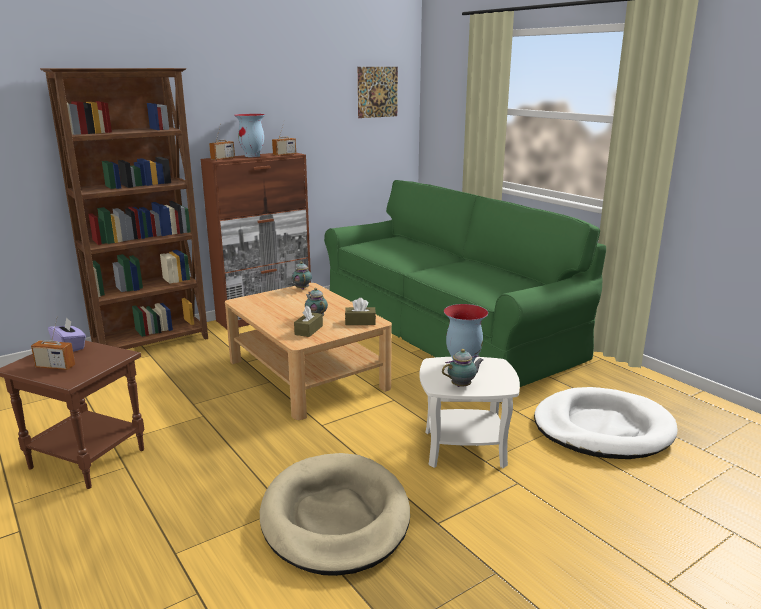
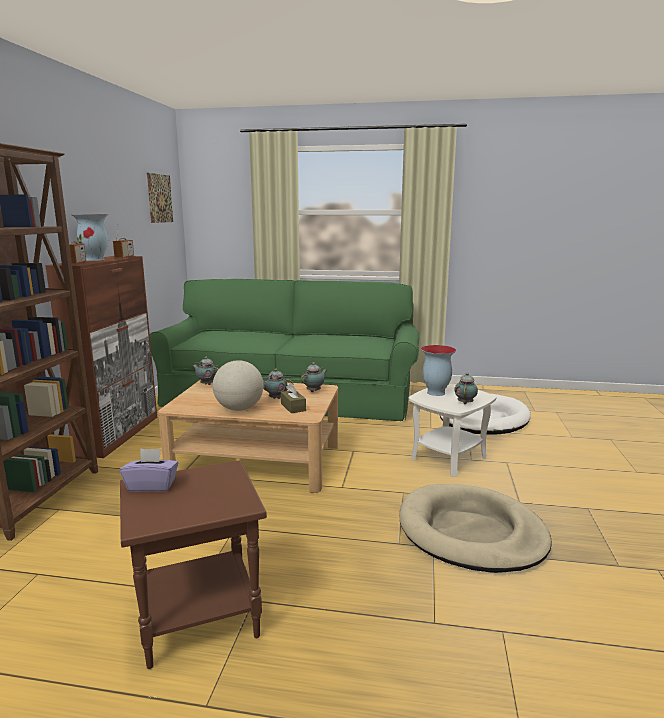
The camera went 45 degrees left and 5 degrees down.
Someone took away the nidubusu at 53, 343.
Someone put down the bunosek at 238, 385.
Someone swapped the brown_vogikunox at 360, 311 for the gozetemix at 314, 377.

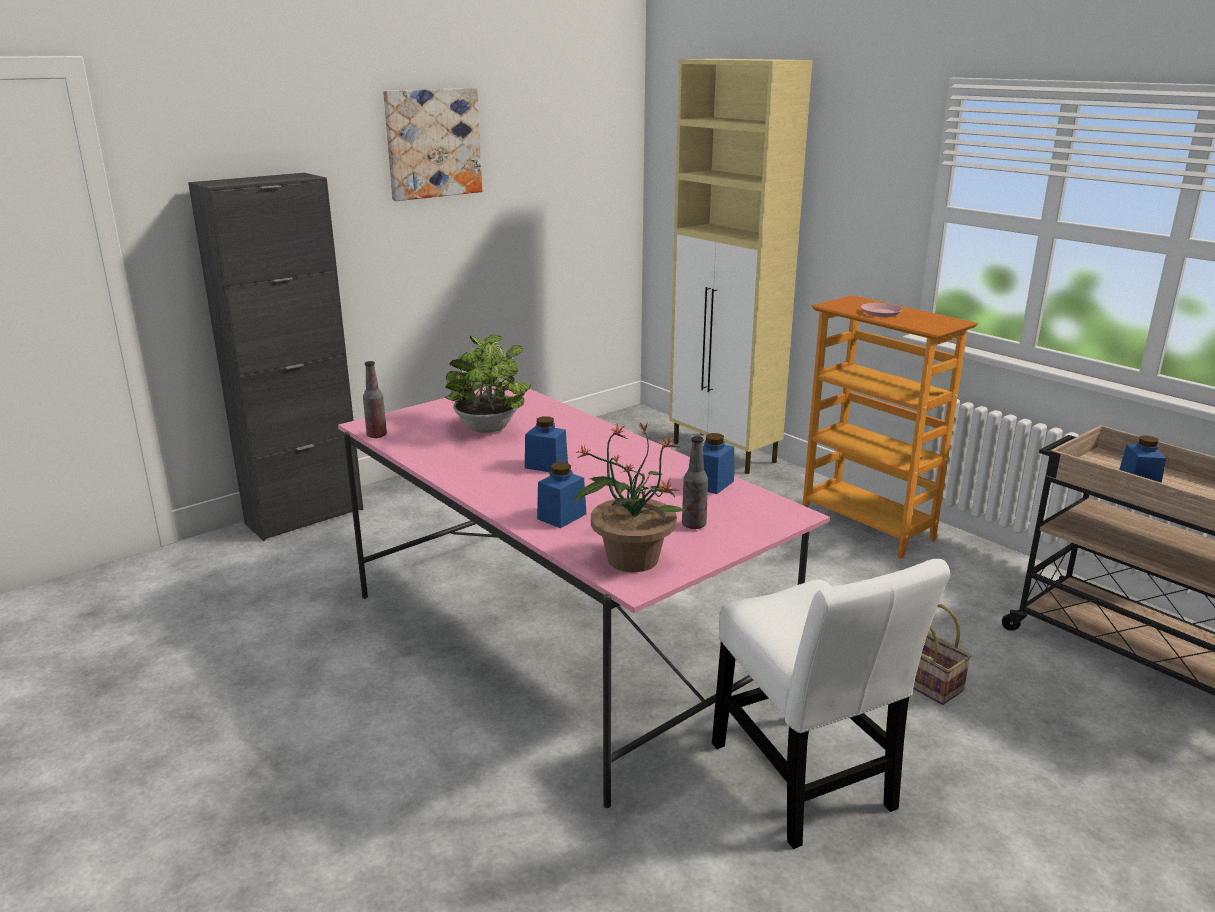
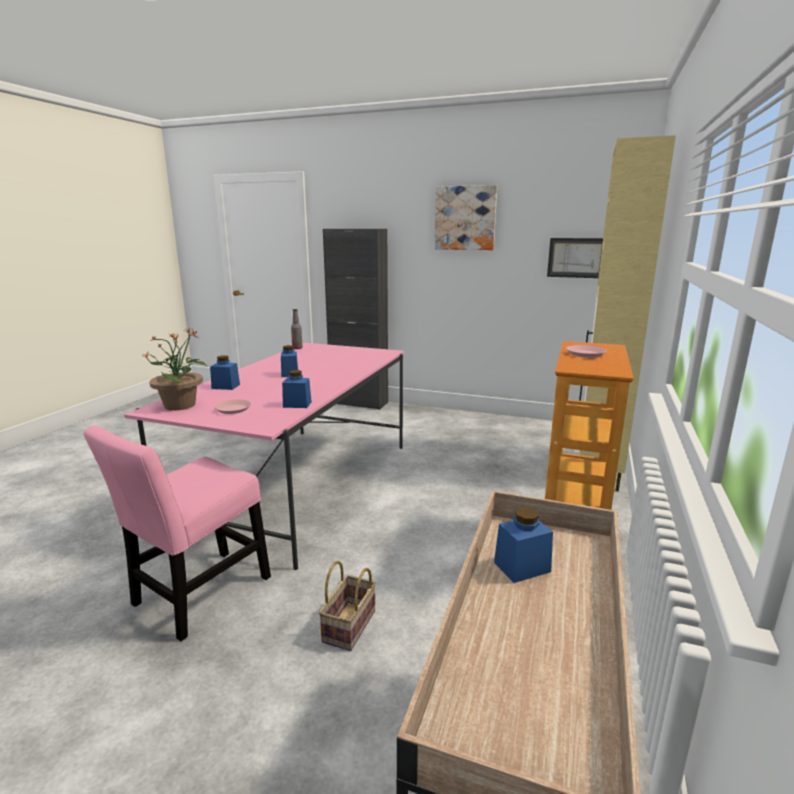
The camera went 60 degrees right and 5 degrees down.
Someone took away the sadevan at 488, 384.
Someone put up the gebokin at 575, 258.
Someone swapped the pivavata at 695, 482 for the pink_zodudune at 232, 406.
Someone repainted the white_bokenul at 831, 704, which became the pink_bokenul at 177, 533.

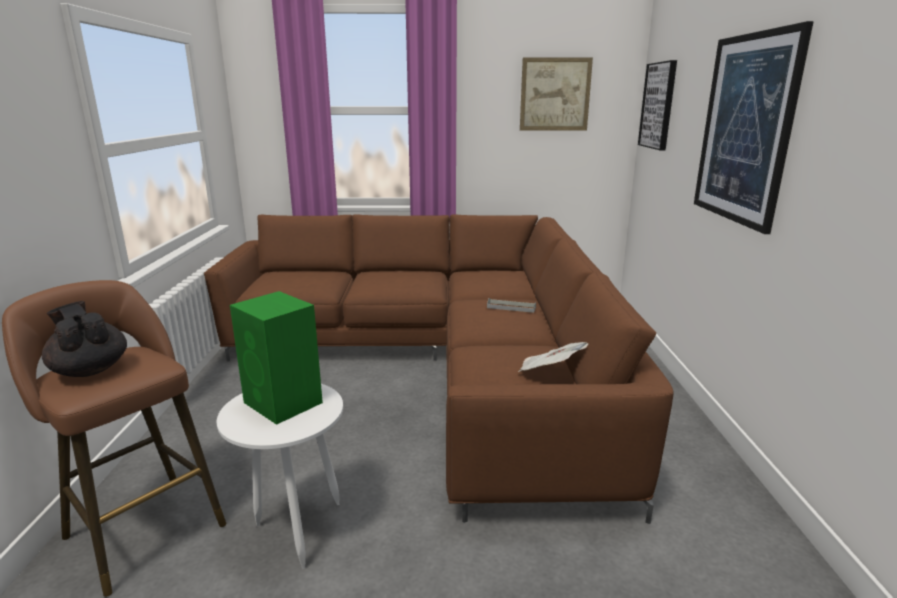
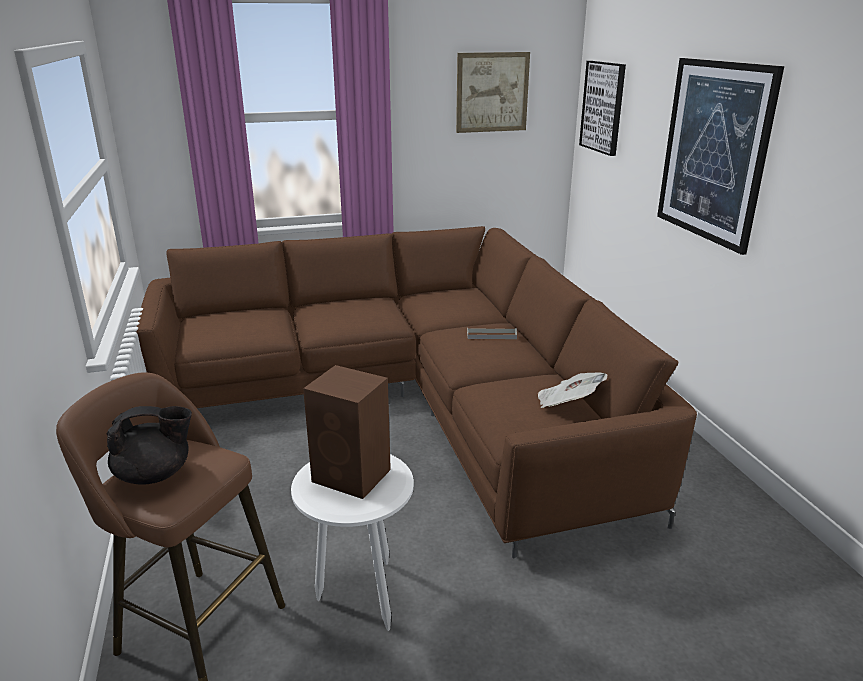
The camera went 15 degrees left and 5 degrees up.
Someone repainted the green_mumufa at 276, 358, which became the brown_mumufa at 347, 432.
Someone rotated the black_gozetemix at 84, 339 by 135 degrees clockwise.

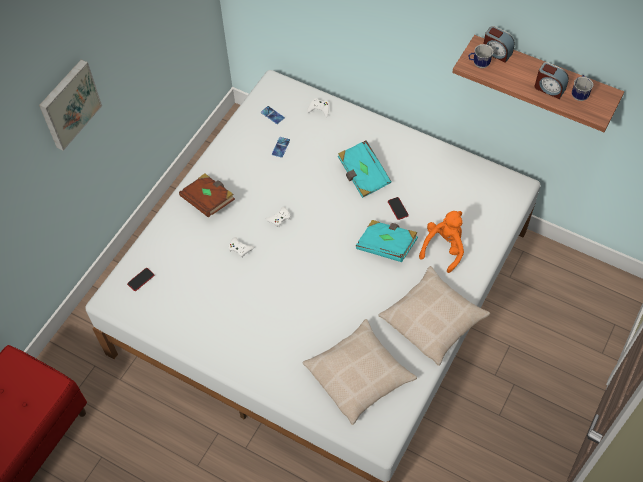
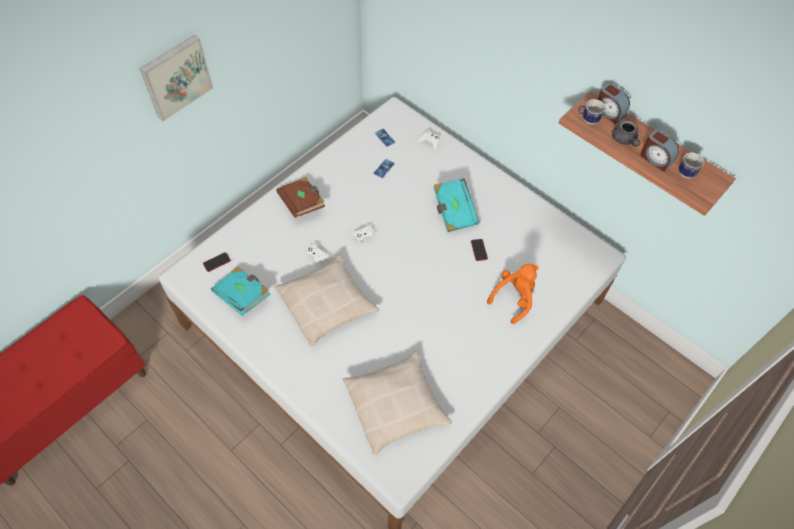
The camera went 10 degrees right and 0 degrees up.
Someone put down the grey_gozetemix at 626, 134.
Someone carried the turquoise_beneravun from 387, 241 to 241, 291.
Someone carried the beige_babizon from 434, 316 to 326, 300.

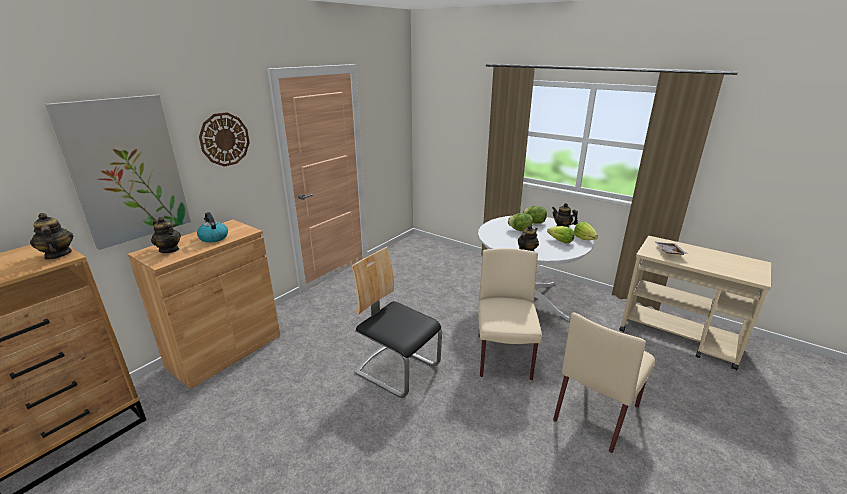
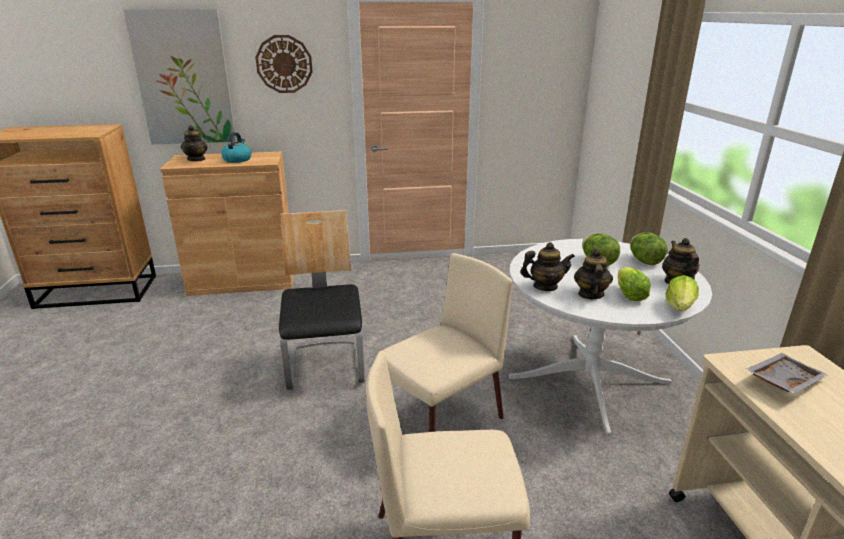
The camera went 45 degrees right and 0 degrees up.
Someone carried the gozetemix from 51, 236 to 593, 274.

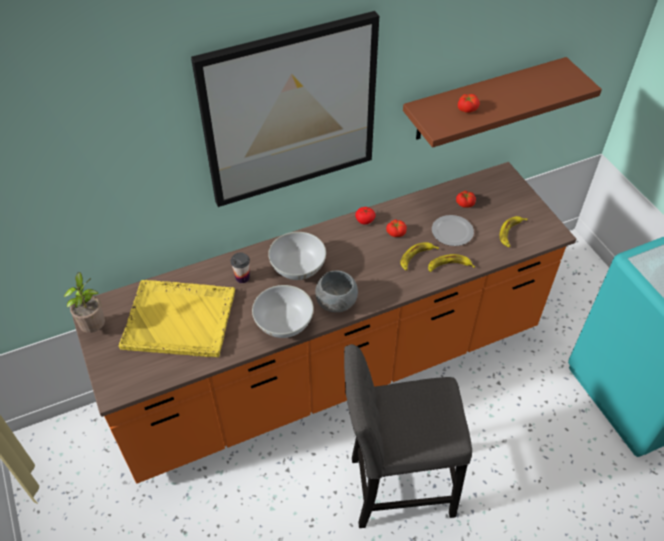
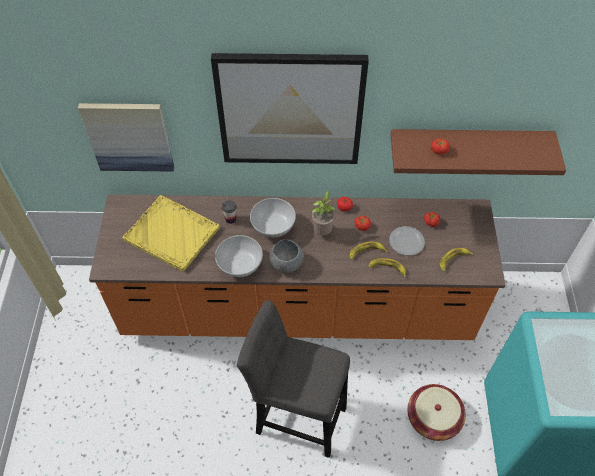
The camera went 25 degrees right and 5 degrees up.
Someone put up the gebokin at 126, 137.
Someone put down the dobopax at 437, 412.
Someone carried the sadevan from 84, 302 to 324, 213.

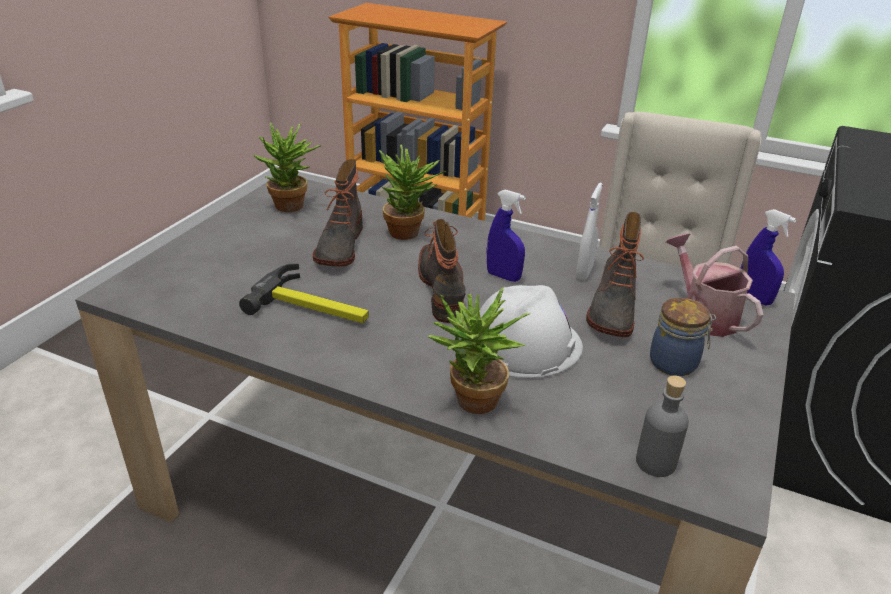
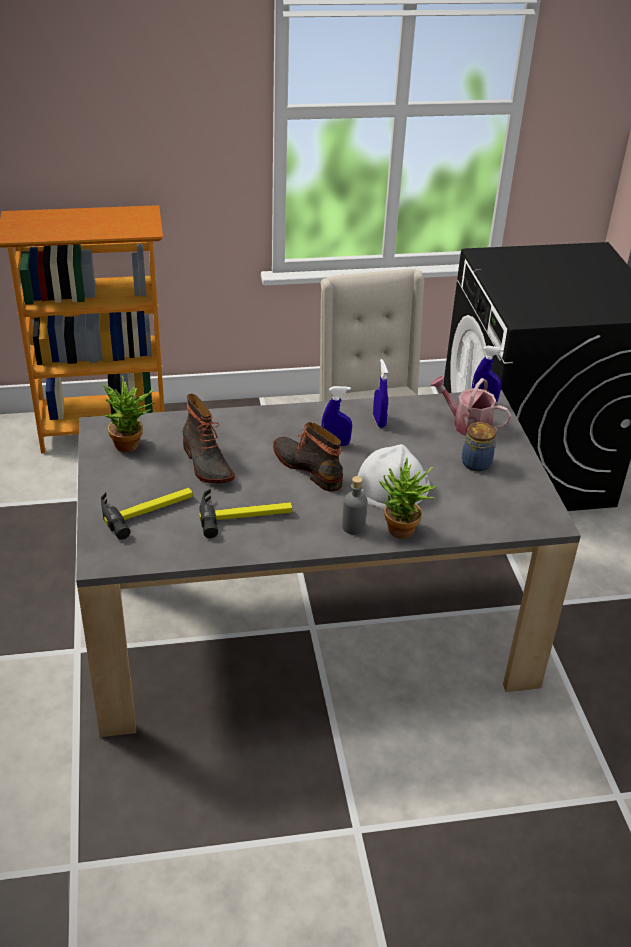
The camera went 35 degrees left and 5 degrees up.
Someone took away the sadevan at 412, 192.
Someone took away the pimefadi at 615, 274.
Someone put down the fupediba at 147, 514.
Someone carried the grey_pivavata from 662, 426 to 354, 505.
Someone repainted the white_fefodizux at 589, 231, which became the blue_fefodizux at 380, 393.

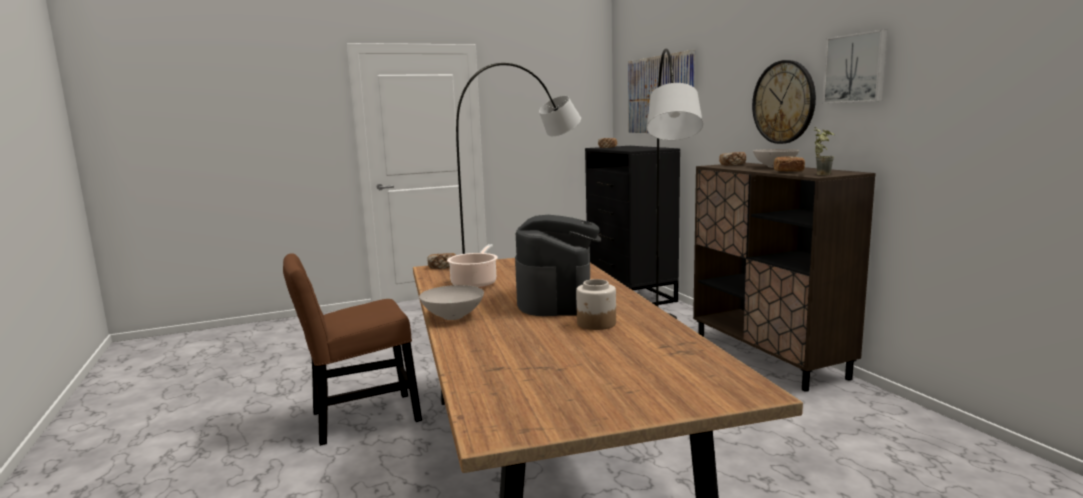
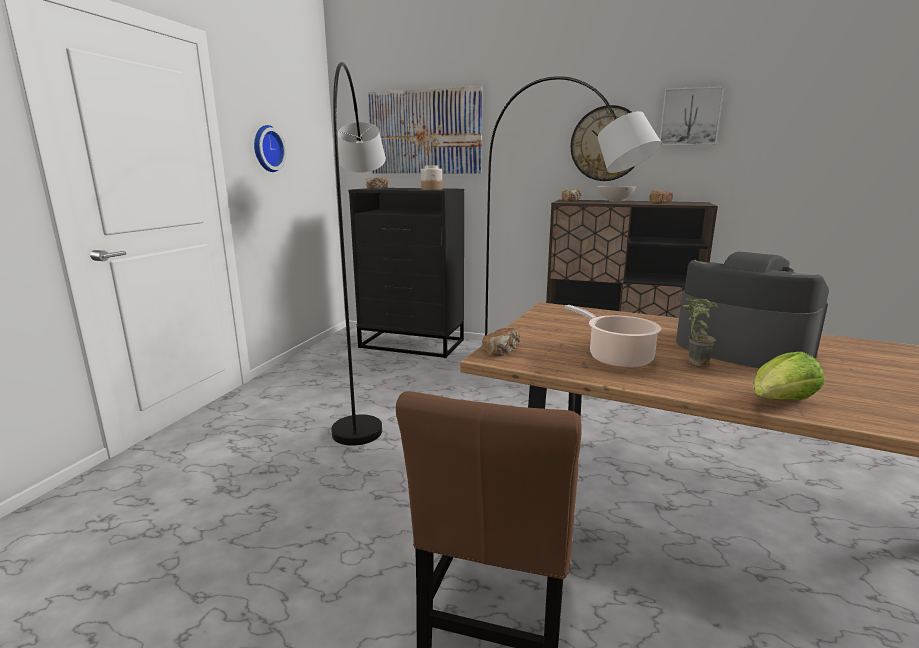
The camera went 50 degrees left and 5 degrees up.
Someone put up the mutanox at 270, 148.
Someone carried the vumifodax from 596, 304 to 431, 178.
Someone carried the sadevan from 823, 151 to 701, 332.
Someone swapped the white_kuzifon at 451, 302 for the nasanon at 788, 376.

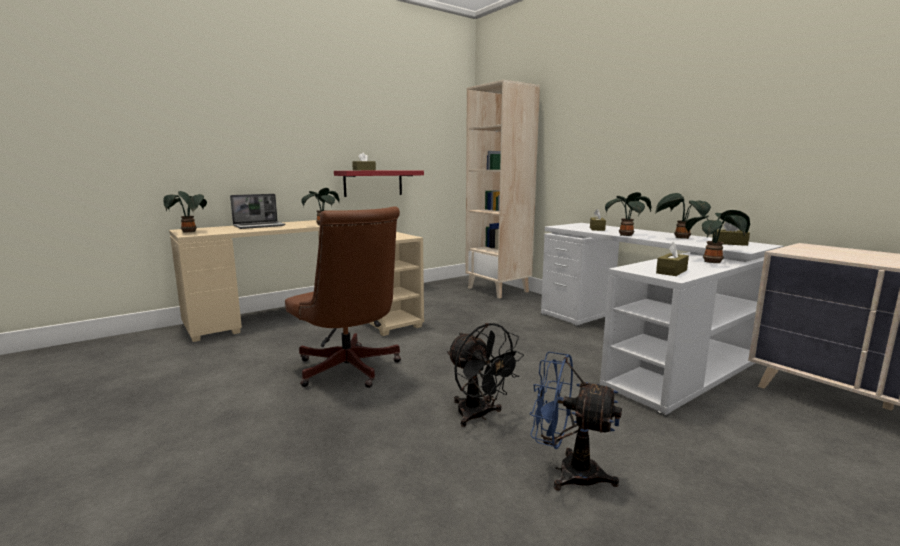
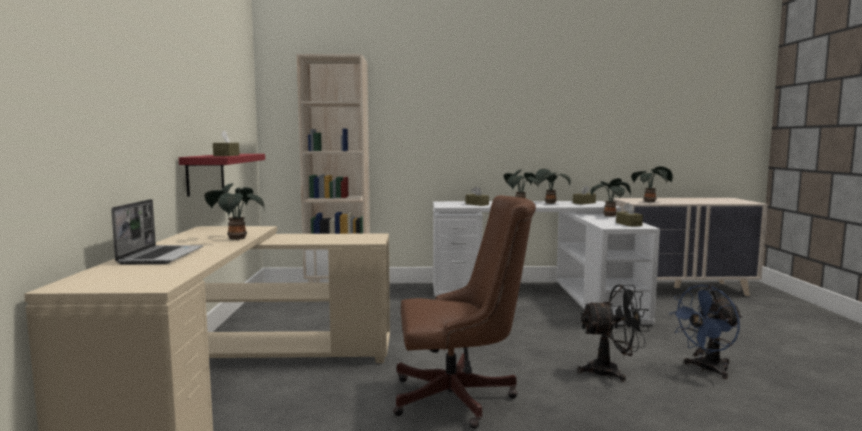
The camera went 55 degrees left and 5 degrees down.
Someone carried the sadevan from 185, 211 to 652, 184.

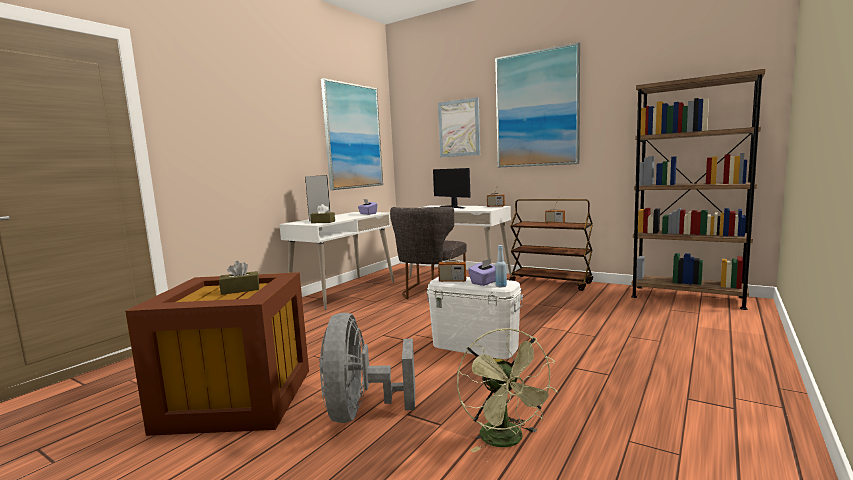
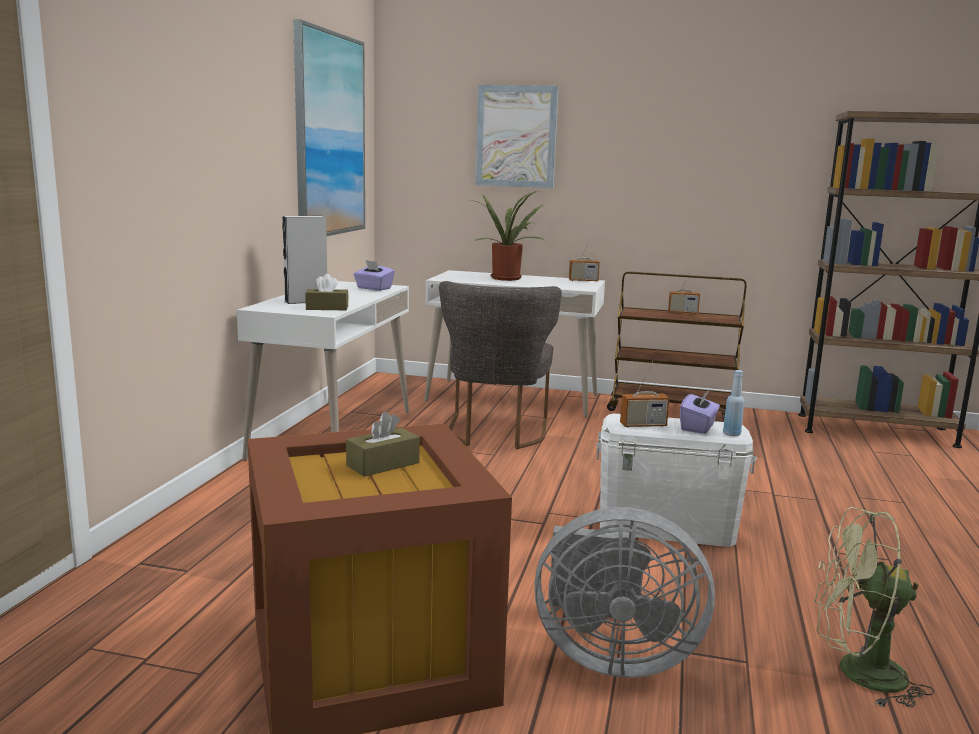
The camera went 20 degrees left and 5 degrees up.
Someone took away the gebokin at 537, 104.
Someone swapped the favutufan at 452, 188 for the sadevan at 507, 236.
Someone rotated the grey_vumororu at 367, 368 by 60 degrees counterclockwise.
Someone rotated the green_vumororu at 507, 390 by 135 degrees clockwise.

